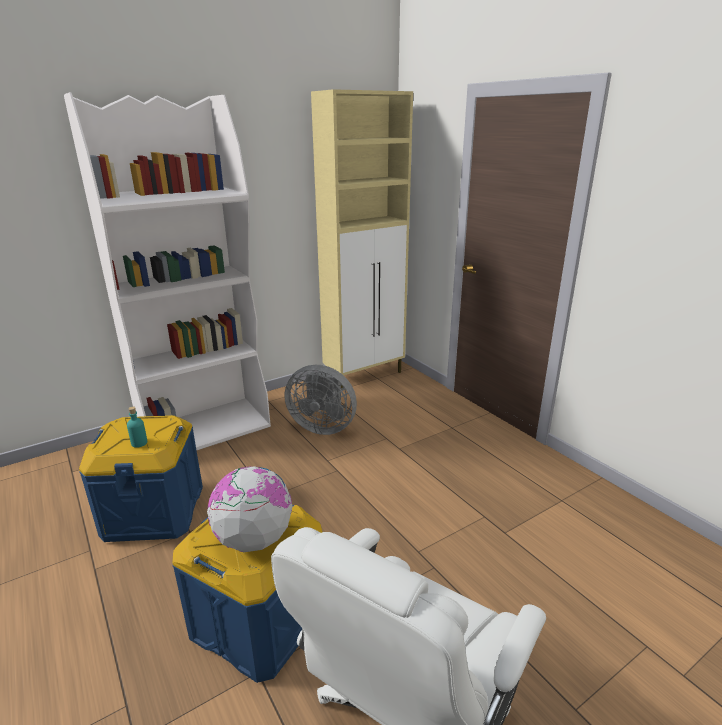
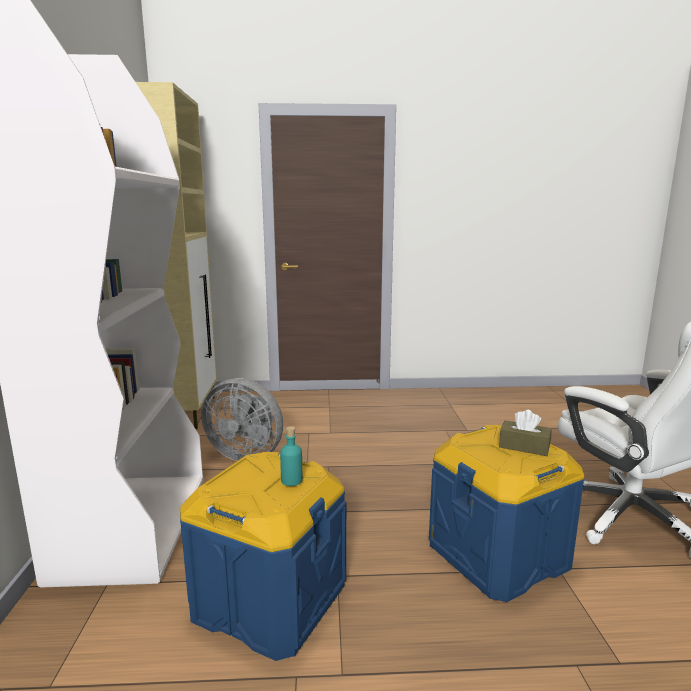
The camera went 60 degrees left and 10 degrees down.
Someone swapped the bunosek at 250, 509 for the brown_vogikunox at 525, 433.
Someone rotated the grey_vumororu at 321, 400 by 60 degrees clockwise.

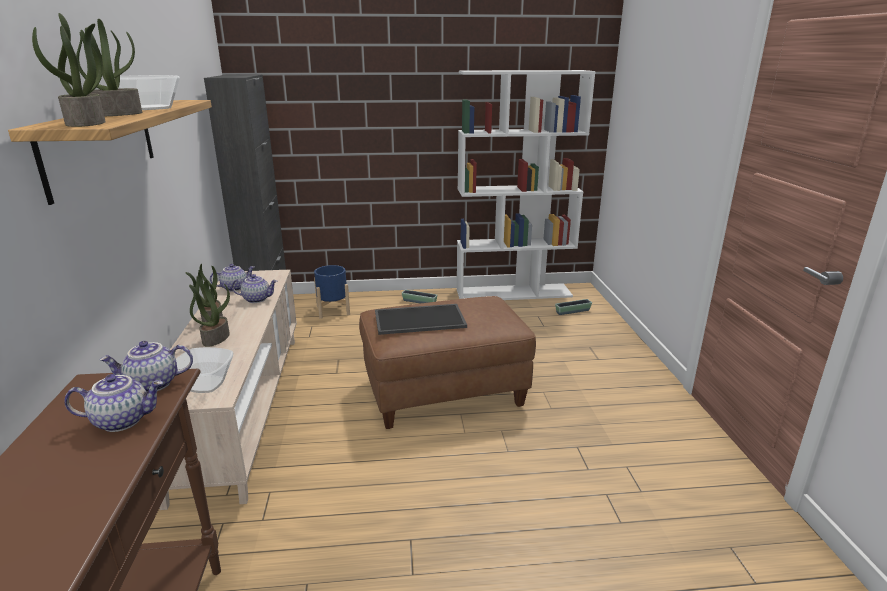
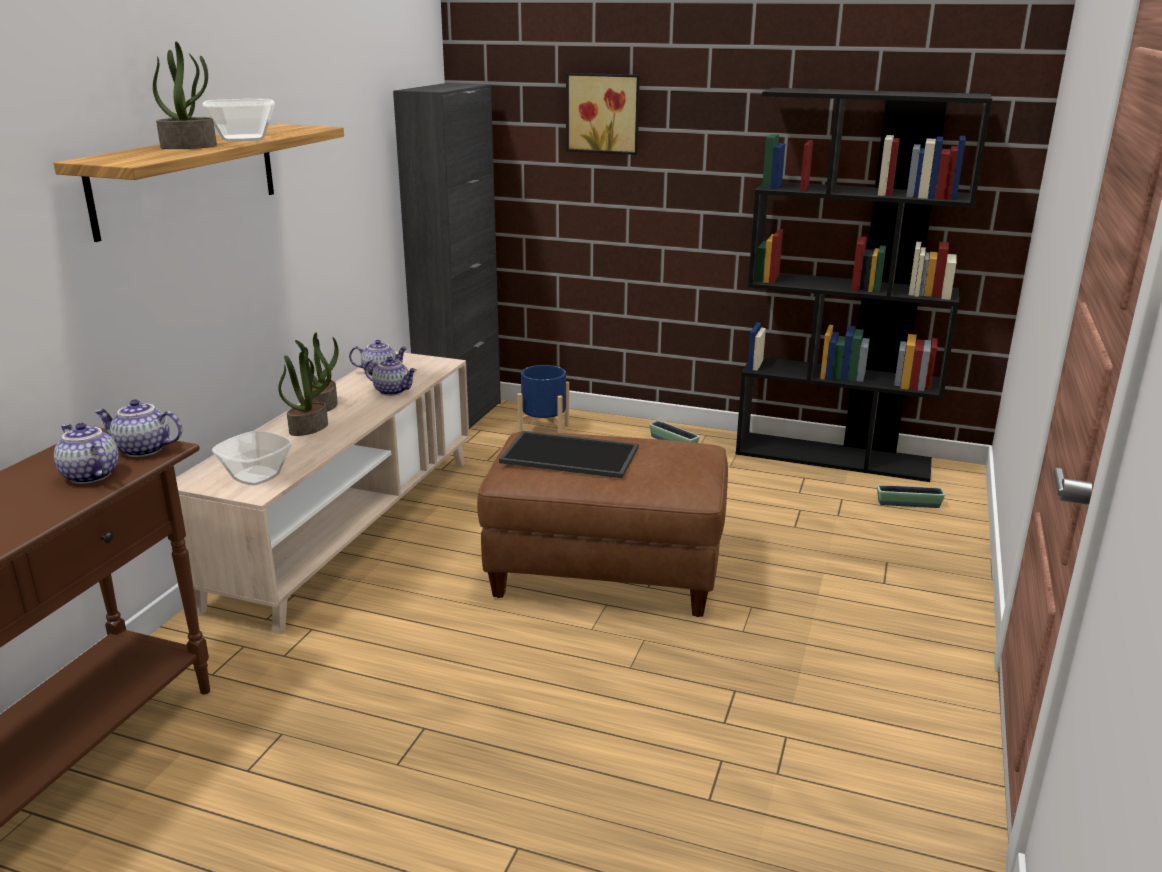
The camera went 25 degrees right and 0 degrees up.
Someone took away the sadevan at 69, 70.
Someone put up the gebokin at 603, 114.
Someone repainted the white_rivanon at 526, 185, which became the black_rivanon at 864, 285.
Someone rotated the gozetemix at 113, 403 by 150 degrees counterclockwise.

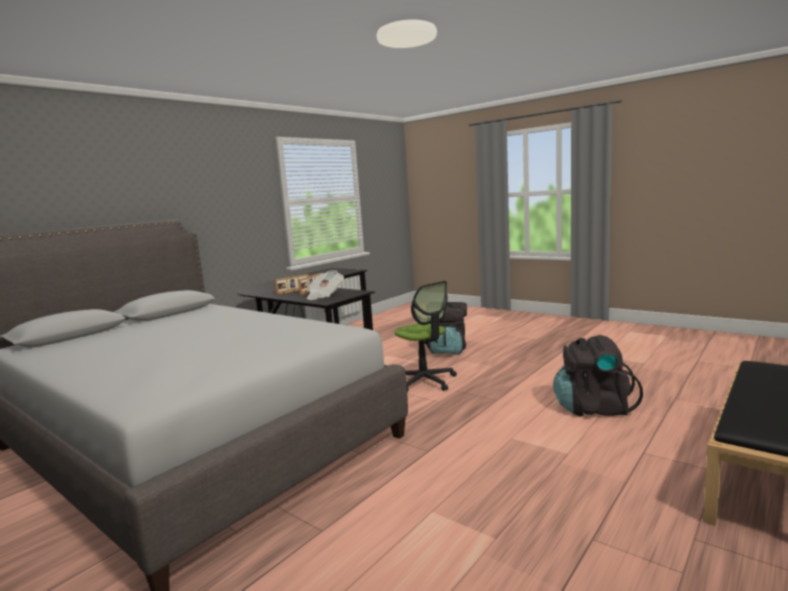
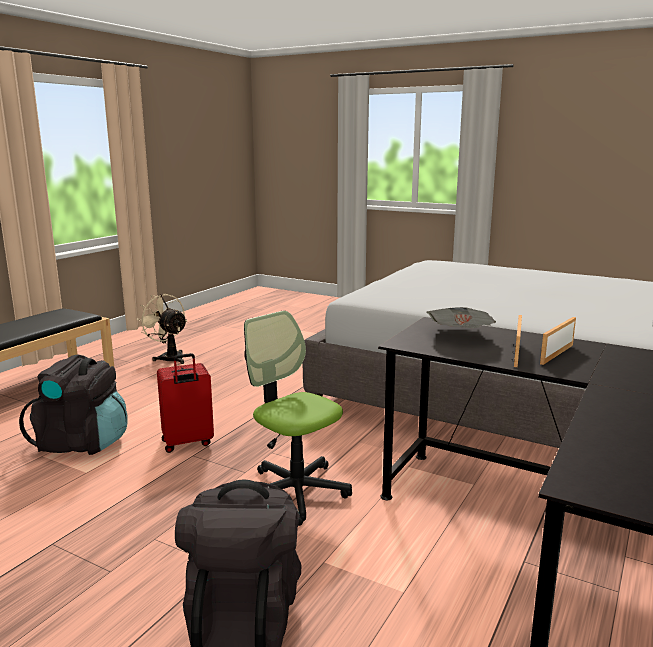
The camera went 170 degrees right and 5 degrees up.
Someone put down the beige_vumororu at 162, 328.
Someone put down the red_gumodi at 185, 403.

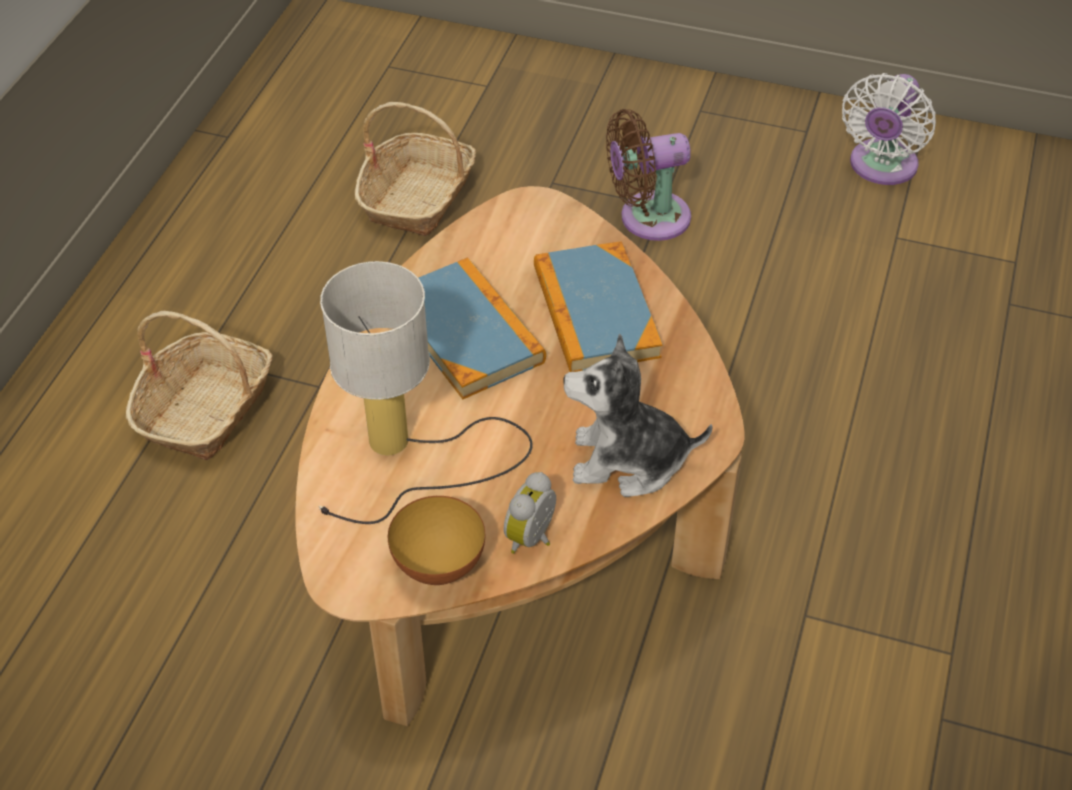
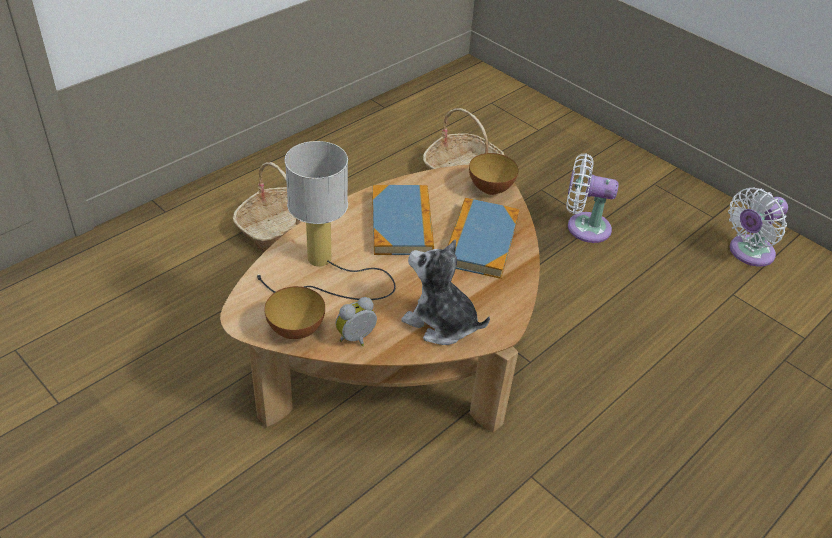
The camera went 25 degrees right and 5 degrees down.
Someone put down the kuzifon at 493, 174.
Someone repainted the brown_vumororu at 648, 175, which became the white_vumororu at 592, 198.

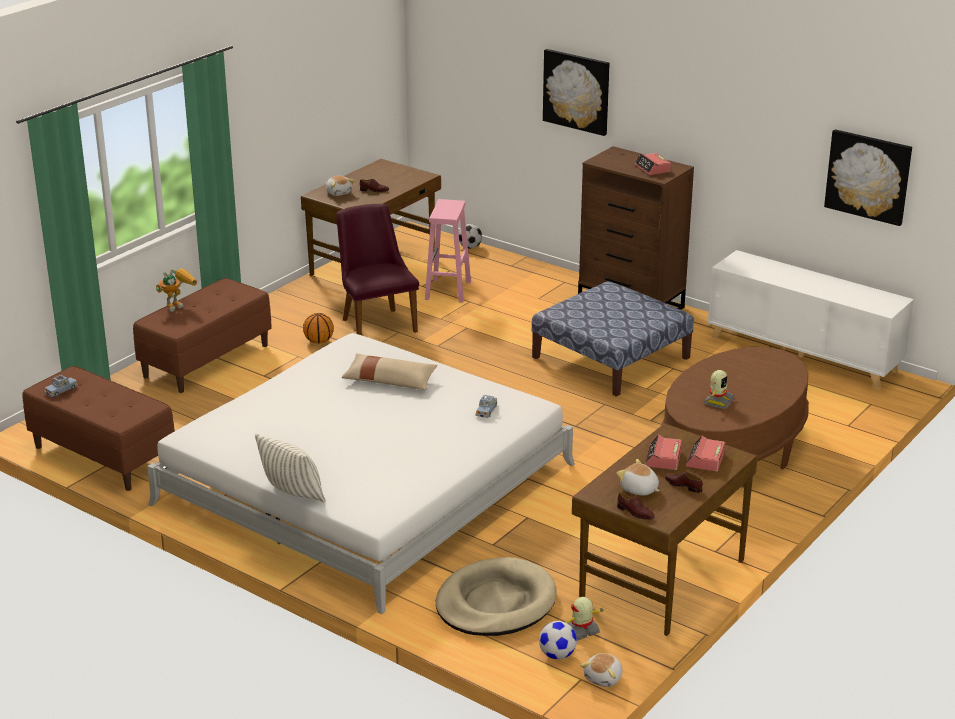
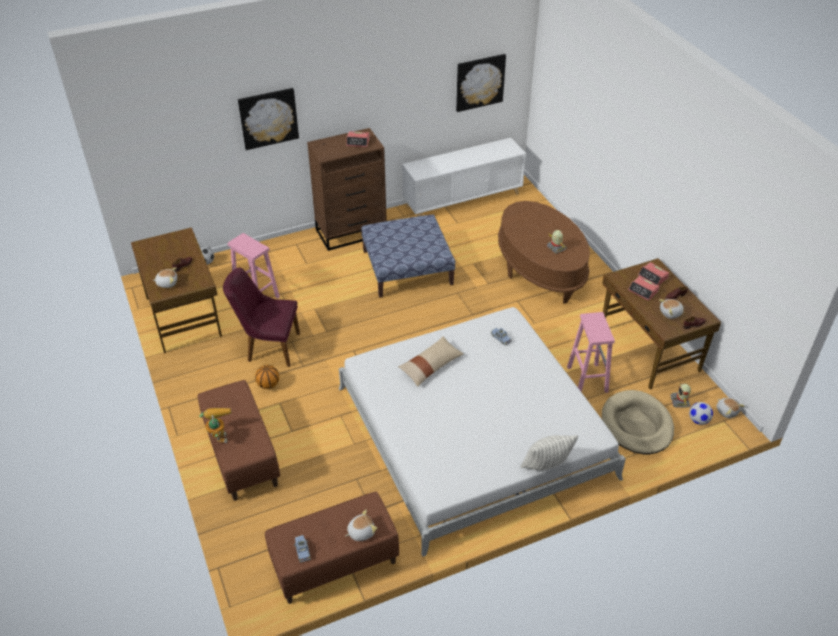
The camera went 60 degrees left and 15 degrees up.
Someone put down the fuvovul at 361, 525.
Someone put down the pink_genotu at 591, 352.

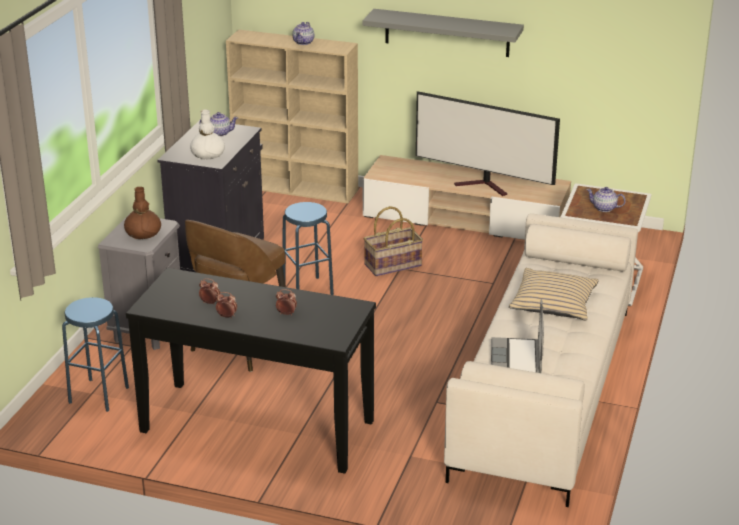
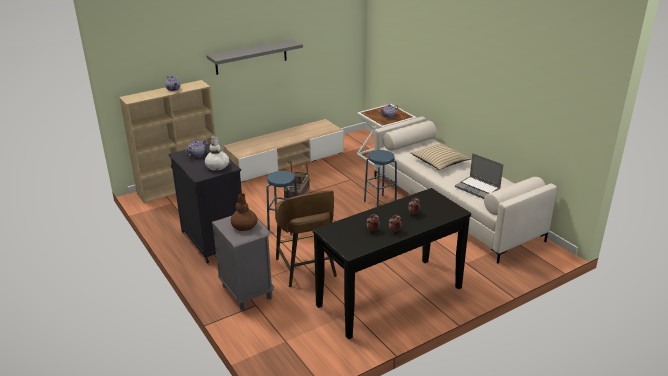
The camera went 50 degrees left and 0 degrees up.
Someone took away the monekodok at 488, 143.
Someone carried the blue_genotu from 95, 354 to 380, 178.

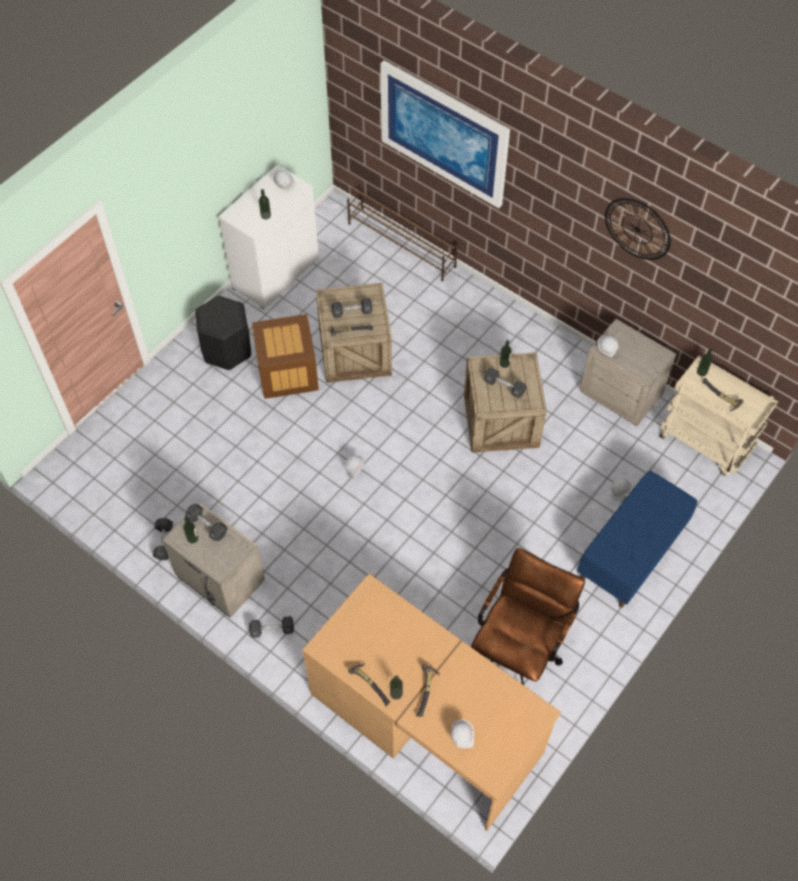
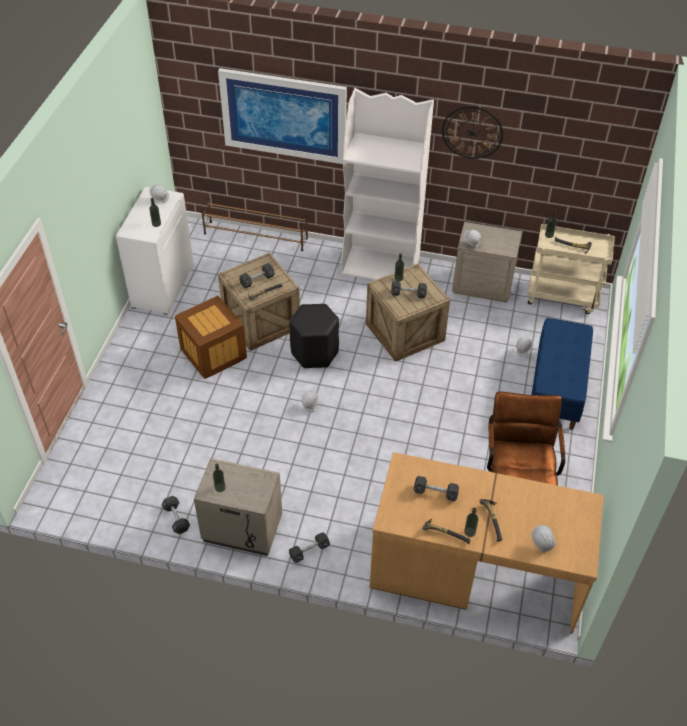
The camera went 25 degrees left and 10 degrees down.
Someone put down the white_rivanon at 387, 184.
Someone carried the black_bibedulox from 206, 522 to 436, 488.
Someone carried the black_genotu from 223, 333 to 314, 336.

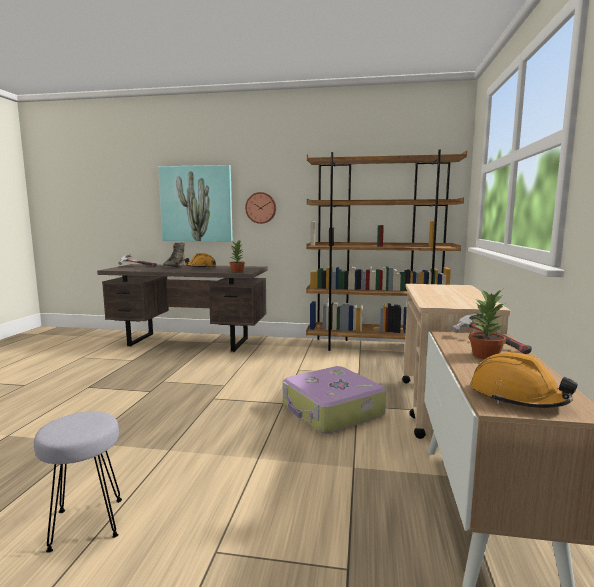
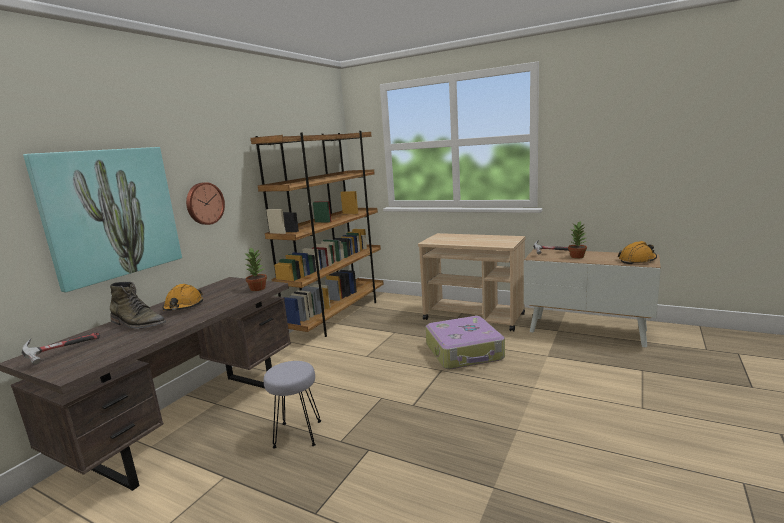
The camera went 70 degrees left and 5 degrees up.
Someone carried the grey_genotu from 78, 482 to 292, 404.

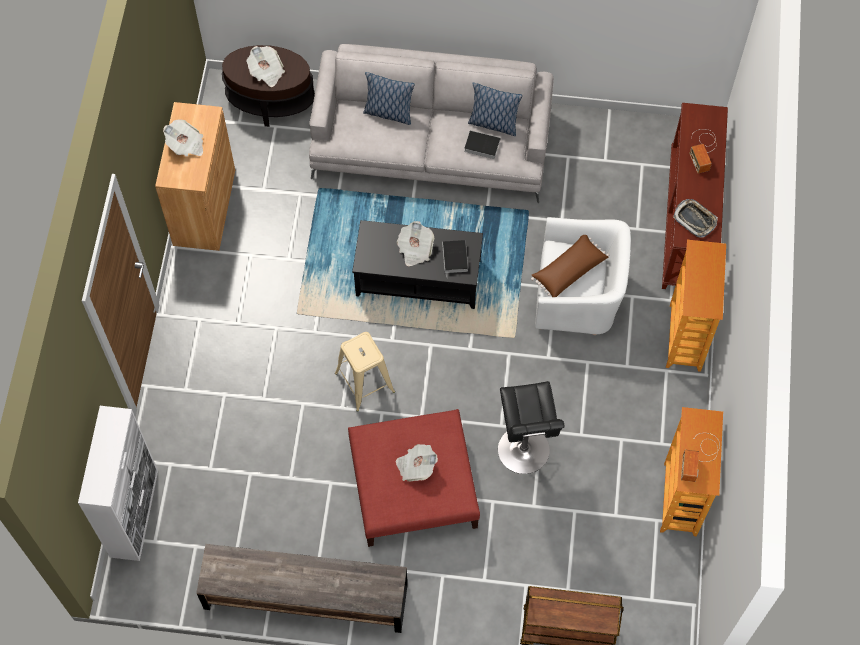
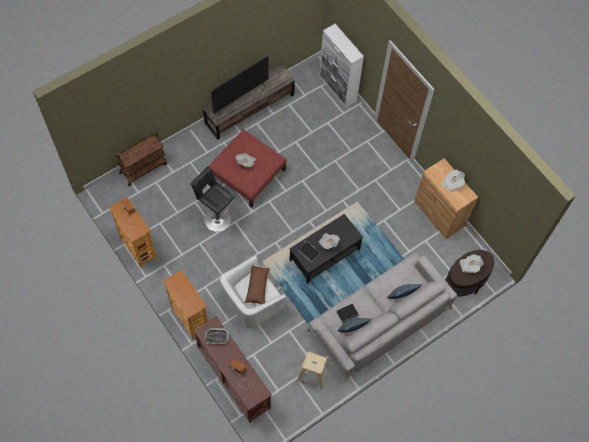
The camera went 135 degrees right and 0 degrees up.
Someone put down the monekodok at 239, 85.
Someone carried the beige_genotu from 365, 372 to 312, 371.

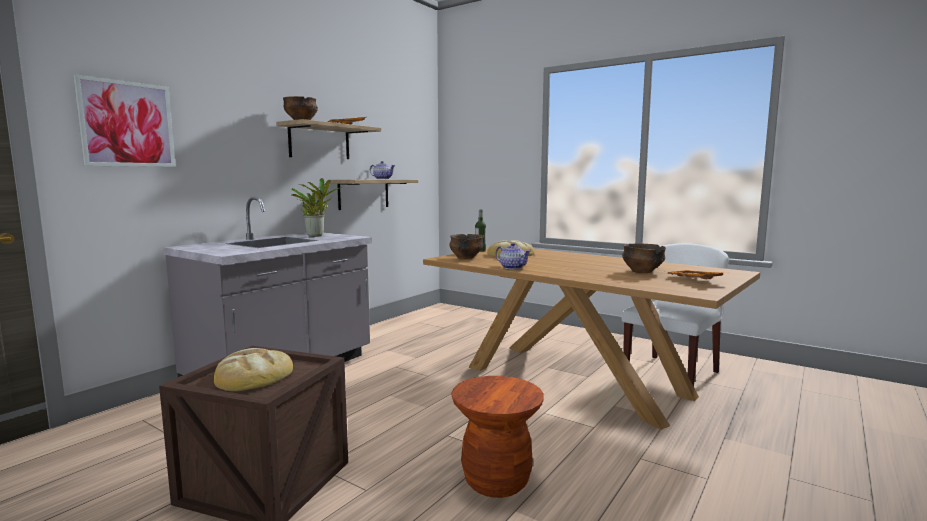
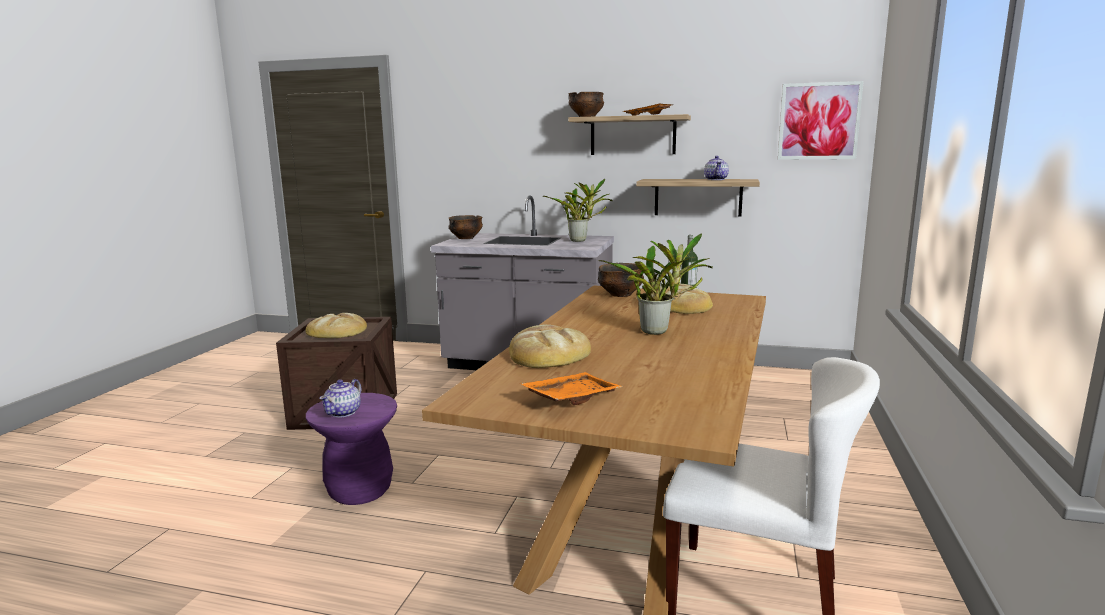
The camera went 70 degrees right and 5 degrees up.
Someone put down the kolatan at 550, 346.
Someone put down the sadevan at 656, 284.
Someone carried the gebokin from 124, 121 to 821, 120.
Someone carried the gozetemix from 513, 256 to 340, 398.
Someone carried the kuzifon from 644, 258 to 466, 227.
Someone repainted the brown_genotu at 497, 437, which became the purple_genotu at 351, 449.

